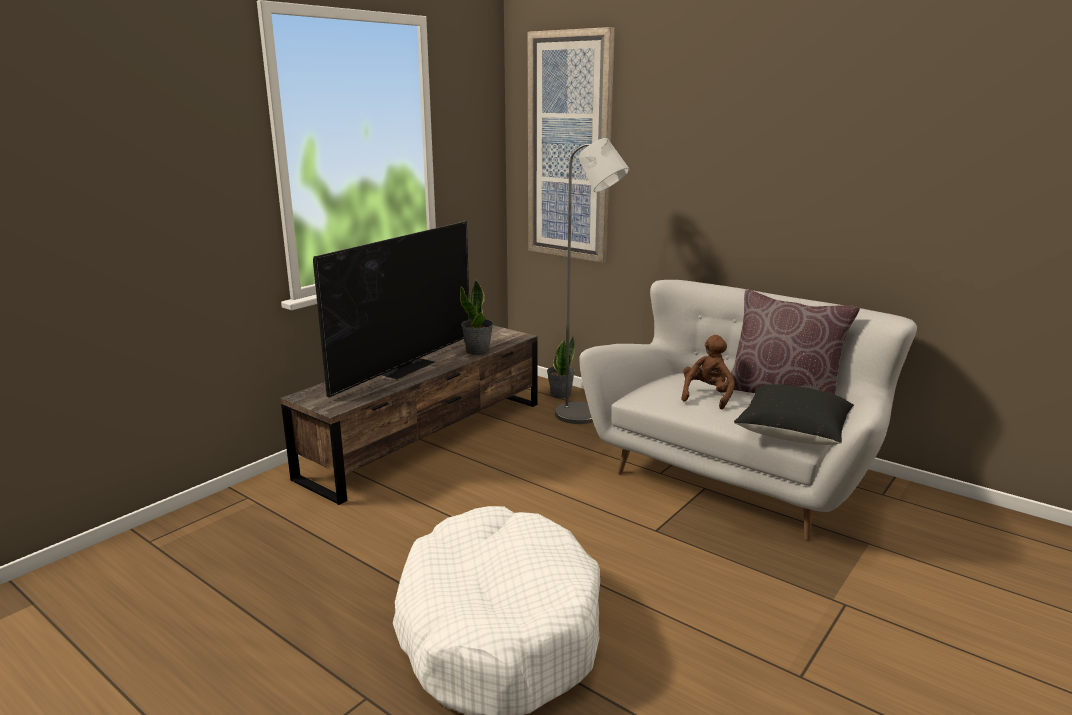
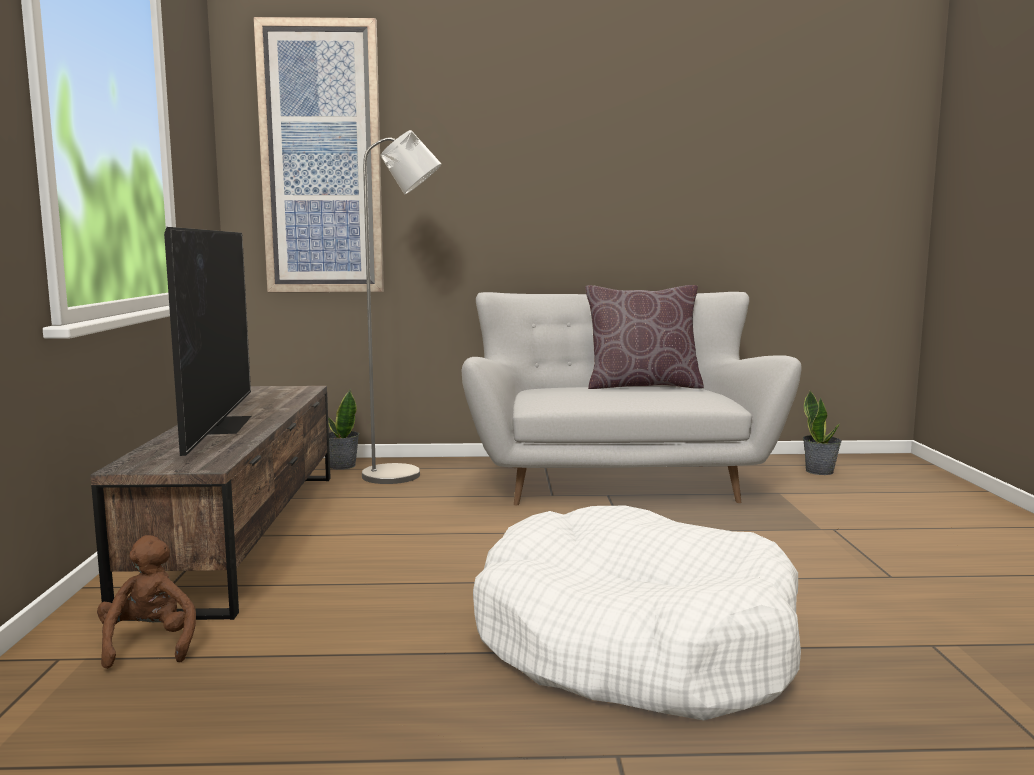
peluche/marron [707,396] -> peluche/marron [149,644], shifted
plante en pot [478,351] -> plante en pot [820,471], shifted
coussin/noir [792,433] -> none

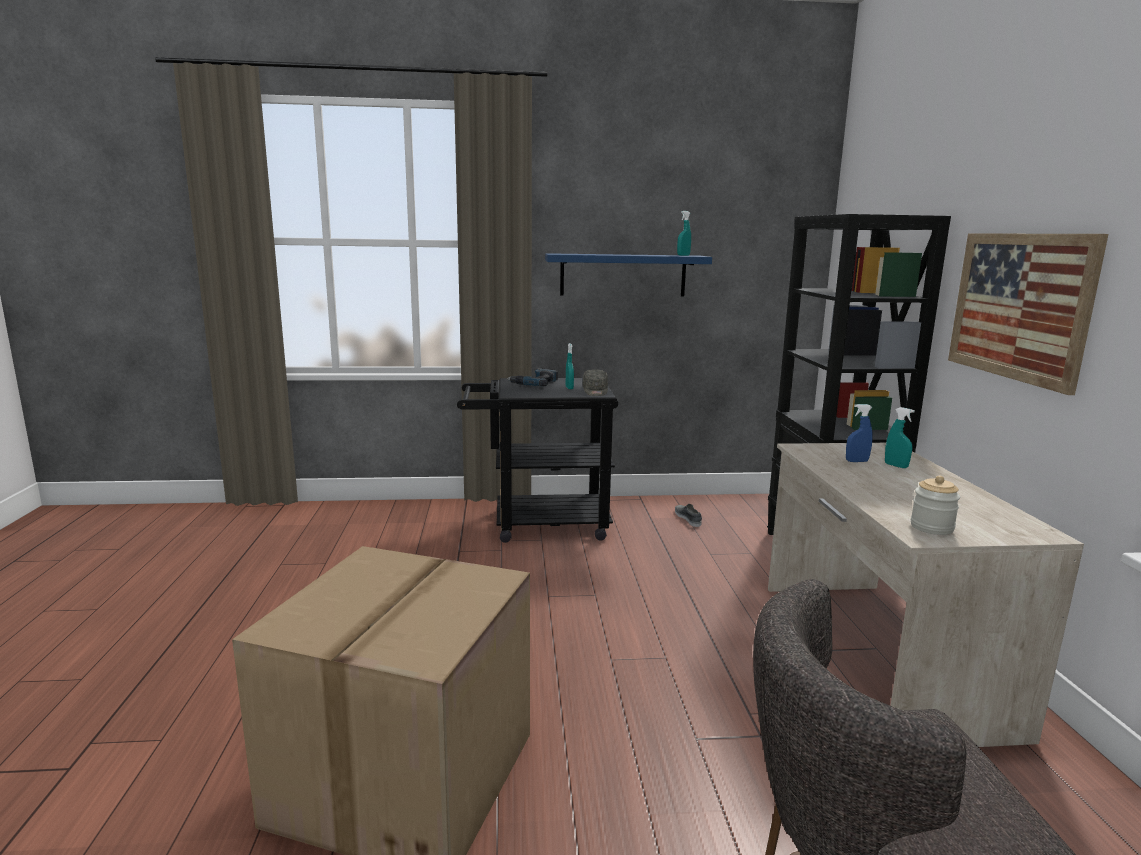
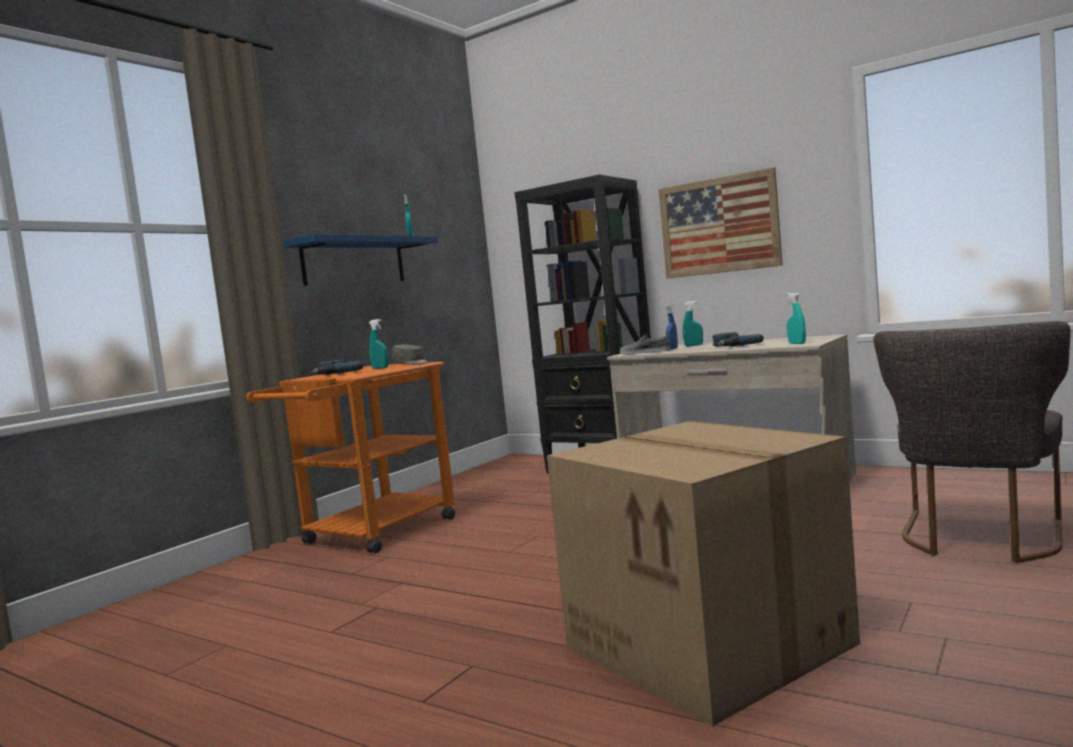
chariot/noir [539,524] -> chariot/orange [371,535]
chaussure/gris [688,518] -> chaussure/gris [645,352], shifted
none -> perceuse [731,346]
bocal [931,527] -> vaporisateur/turquoise [797,343]

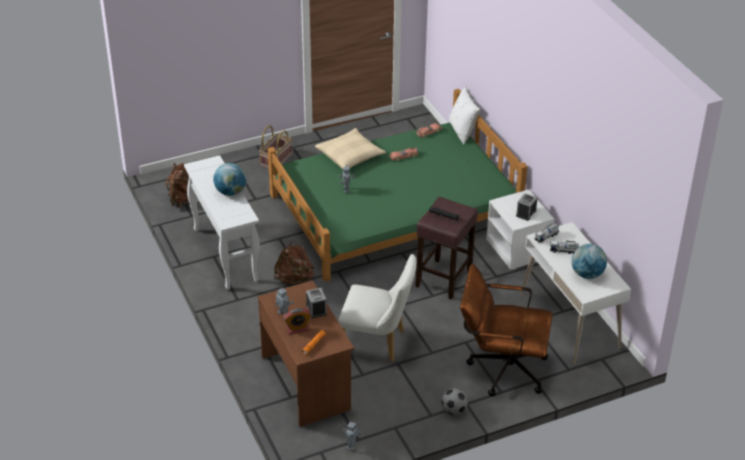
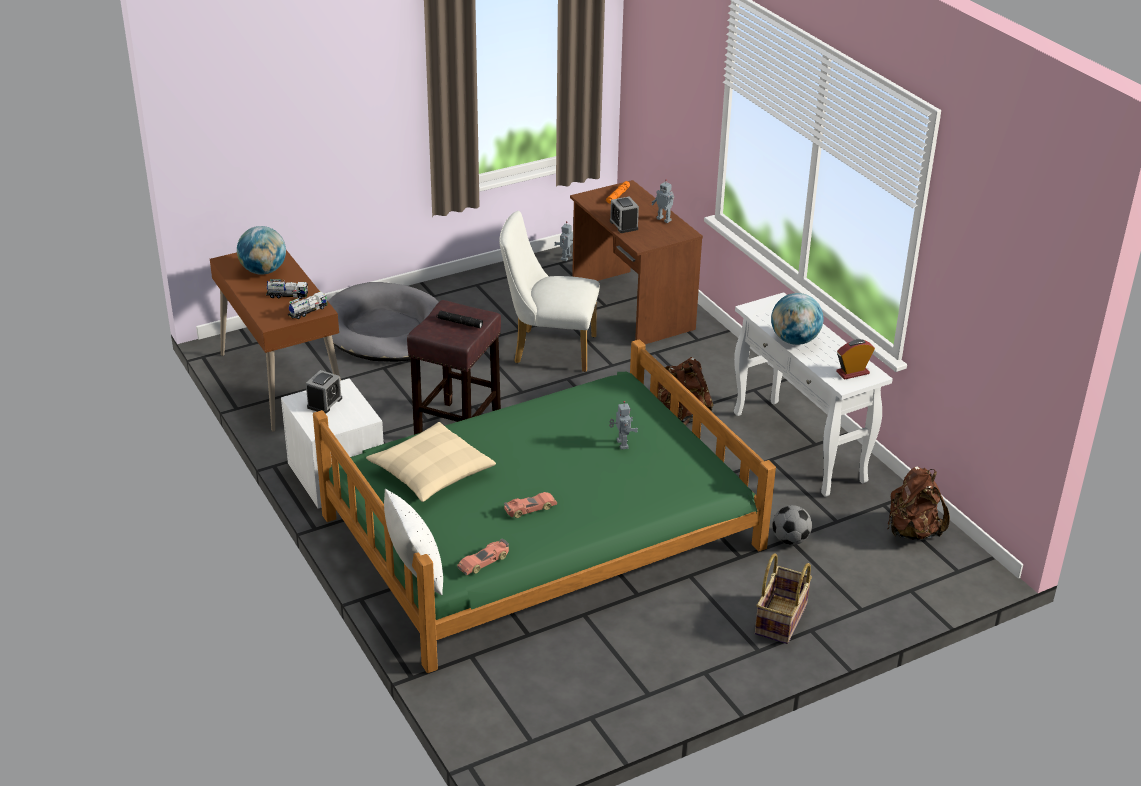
bureau/blanc [569,321] -> bureau/marron [281,382]
chaise de bureau/marron [501,368] -> panier pour chien/gris [386,329]
coussin/beige [350,155] -> coussin/beige [431,472], shifted
ballon de foot [454,410] -> ballon de foot [790,540], shifted
réveil [297,329] -> réveil [852,373], shifted

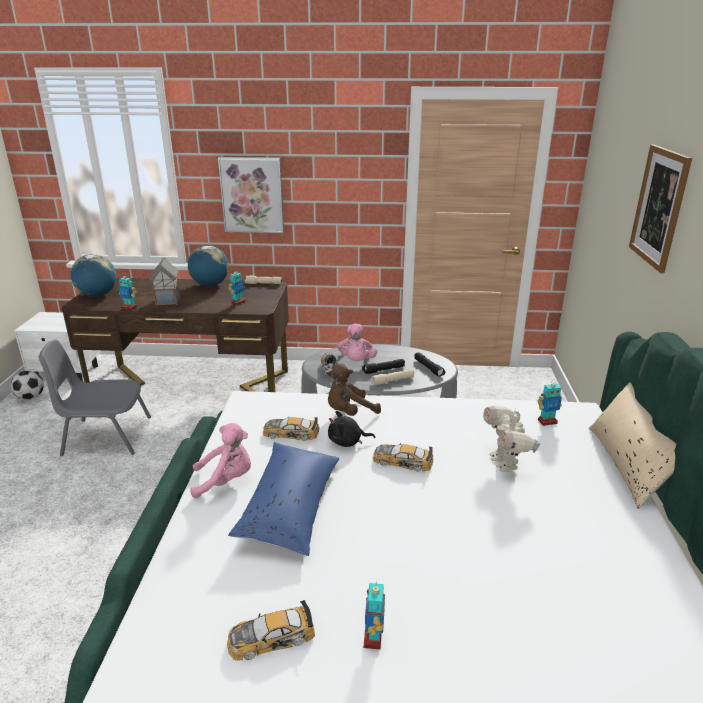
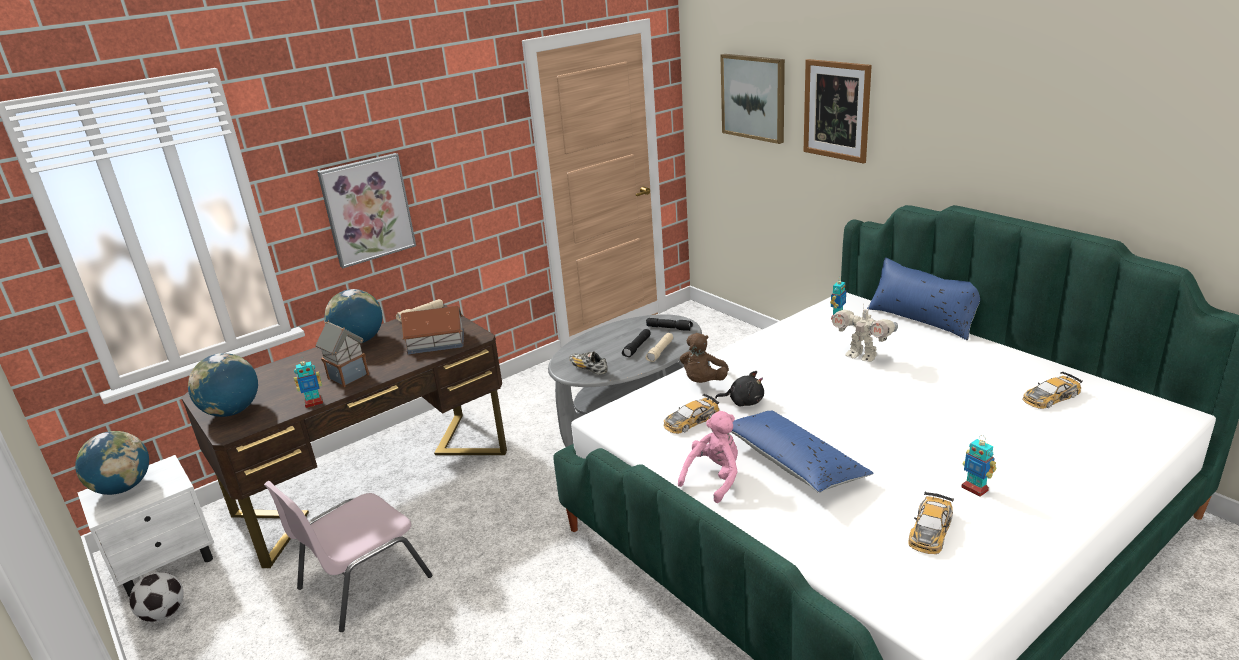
none -> globe [123,488]
chaise/gris [106,436] -> chaise/rose [361,583]
robot jouet [238,302] -> maison miniature [435,342]
peluche/noir [347,442] -> peluche/noir [743,401], 120 degrees counterclockwise
none -> tableau [753,97]
coussin/beige [627,465] -> coussin/bleu [922,319]
petite voiture [402,461] -> petite voiture [1050,397], shifted
peluche/rose [356,361] -> none

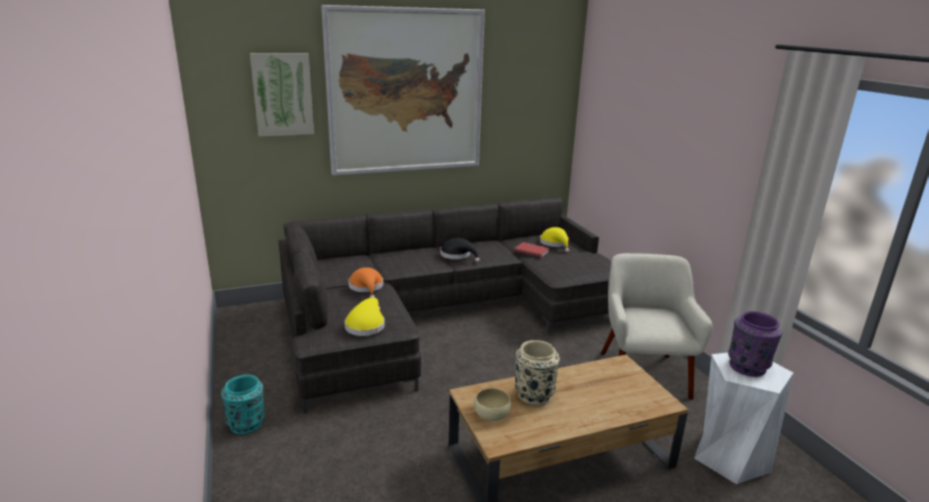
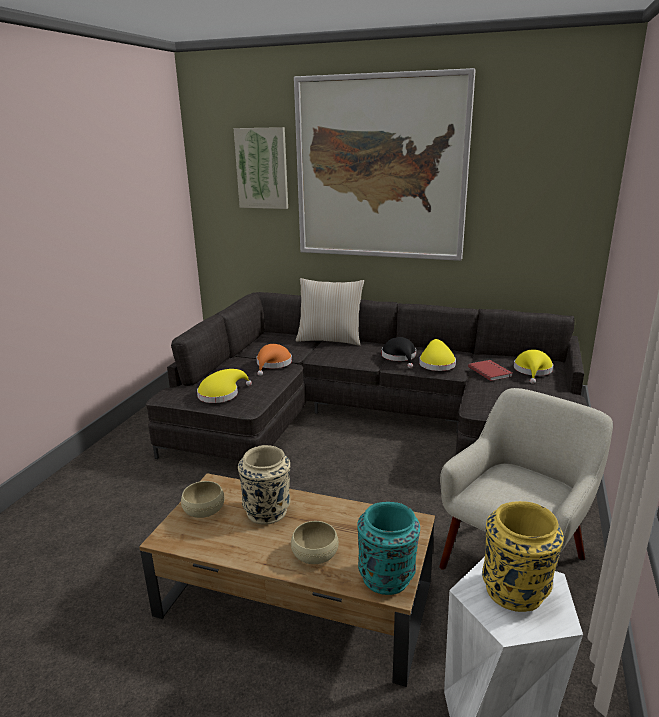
none -> bol/beige [314,553]
none -> coussin/beige [330,340]
vase/turquoise [247,424] -> vase/turquoise [387,577], shifted
none -> chapeau/jaune [436,363]
vase/violet [747,366] -> vase/jaune [516,590]

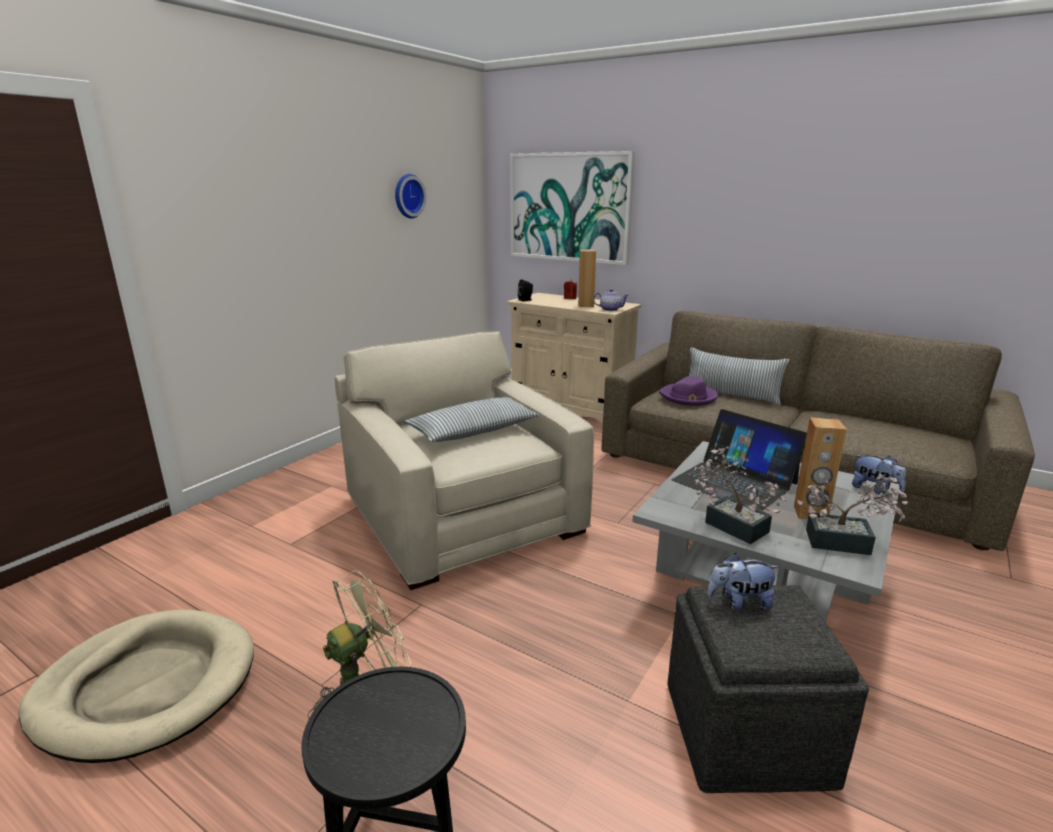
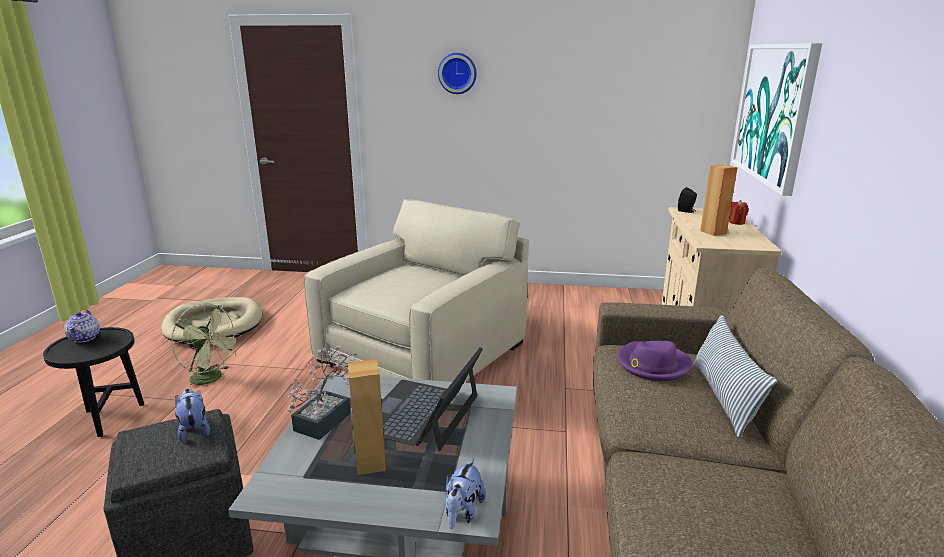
théière [610,309] -> théière [85,338], shifted
horloge murale [407,196] -> horloge murale [457,73], shifted
coussin [473,431] -> none
plante en pot [846,543] -> none

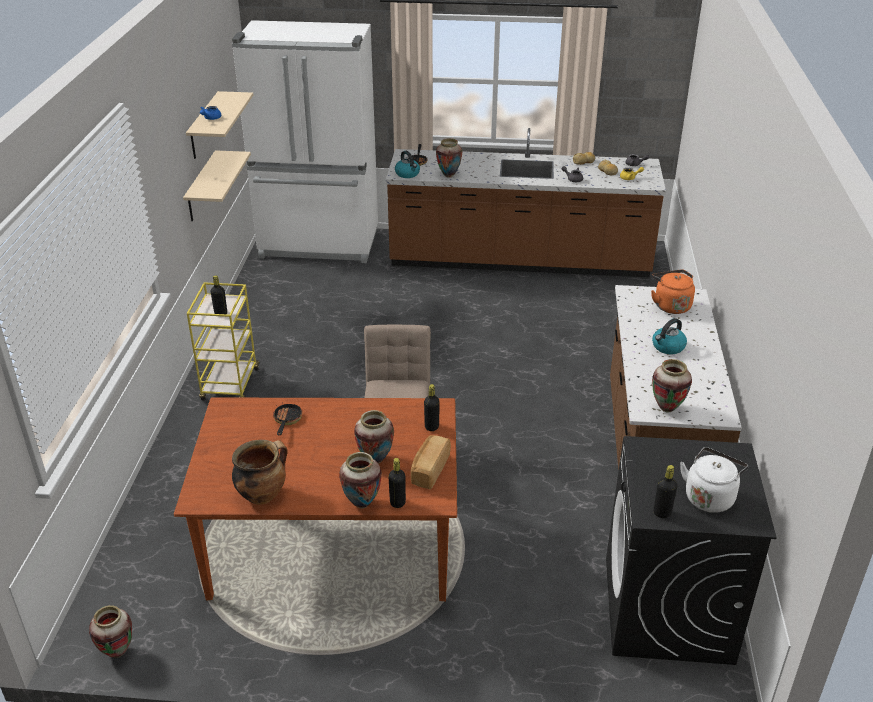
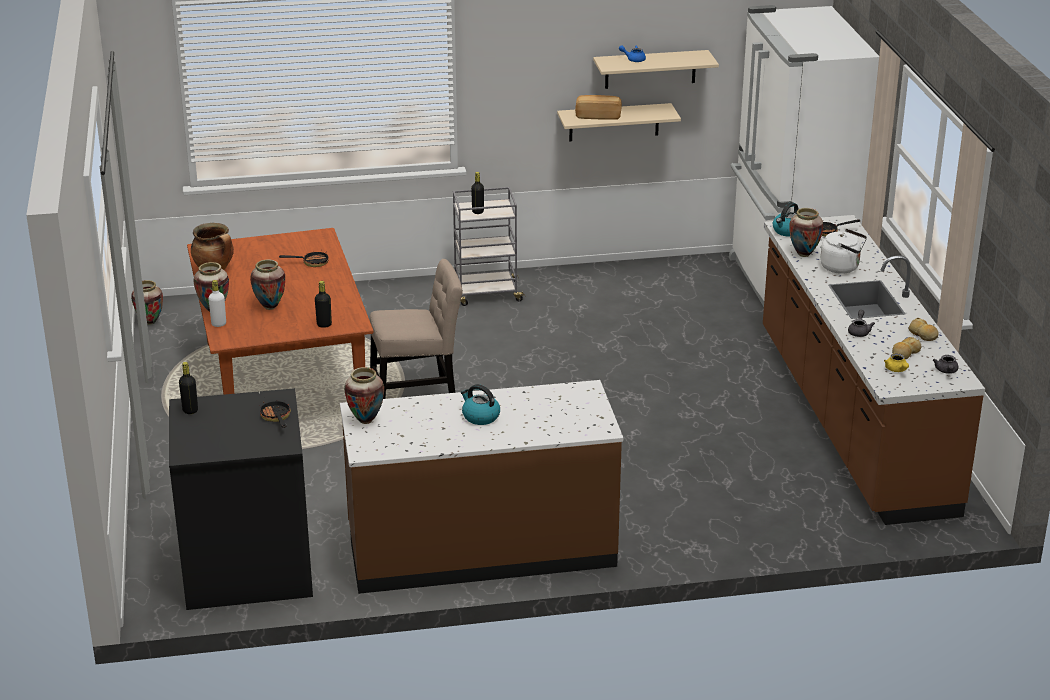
bouteille/noir [397,502] -> bouteille/blanc [219,324]
none -> poêle [276,418]
chariot/jaune [230,385] -> chariot/gris [486,293]
pain [429,470] -> pain [598,116], shifted
bouilloire/blanc [710,497] -> bouilloire/blanc [842,267], shifted
bouilloire/orange [670,305] -> none

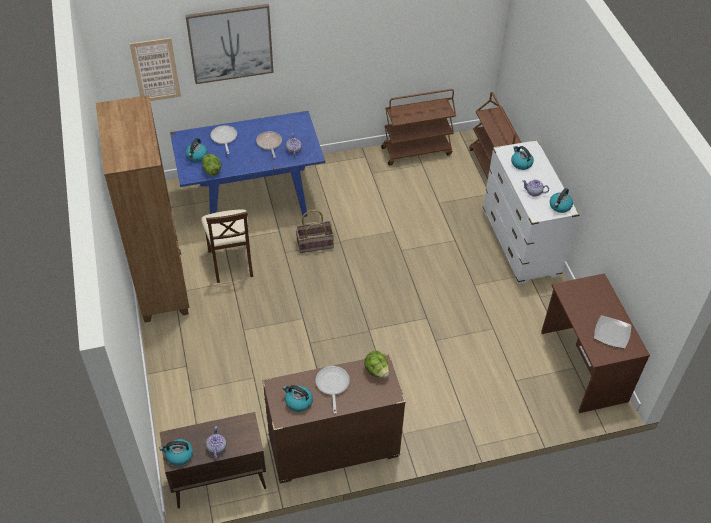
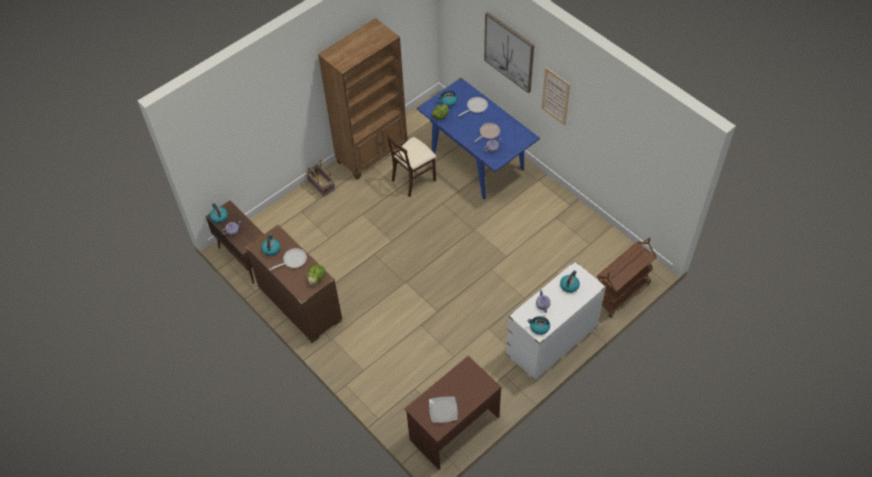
panier [315,243] -> panier [322,185], shifted
tableau [155,70] -> tableau [555,96], shifted
chariot/marron [416,151] -> none

